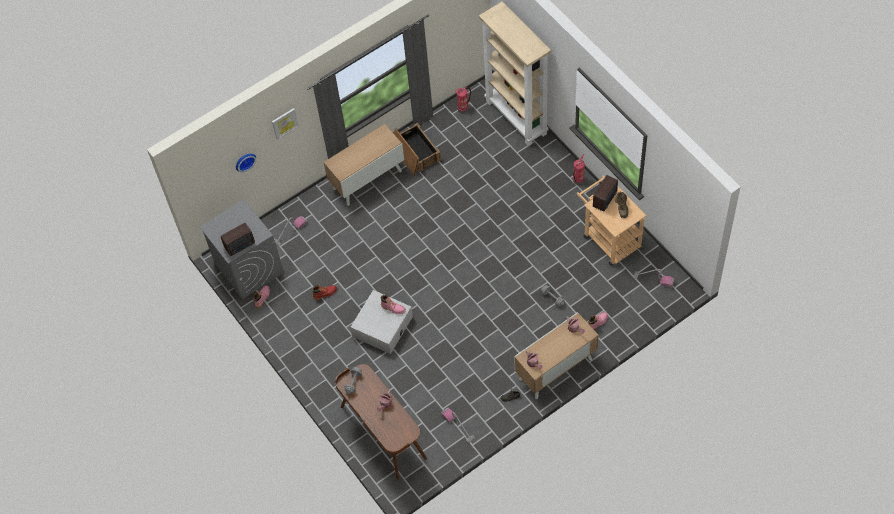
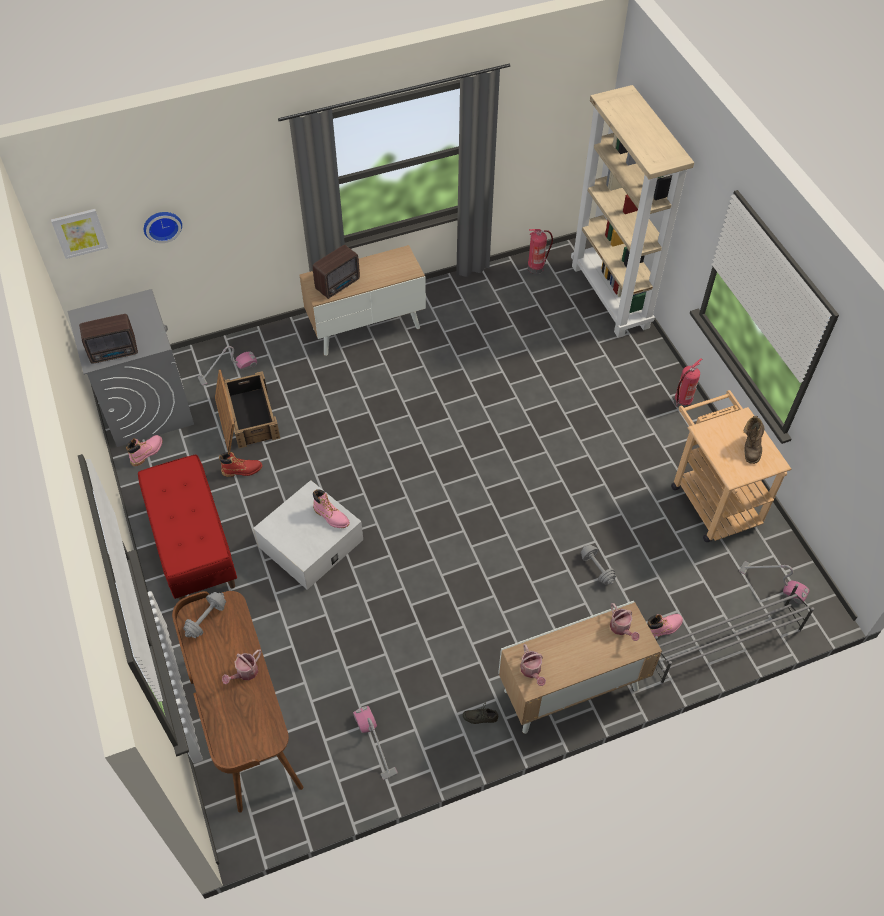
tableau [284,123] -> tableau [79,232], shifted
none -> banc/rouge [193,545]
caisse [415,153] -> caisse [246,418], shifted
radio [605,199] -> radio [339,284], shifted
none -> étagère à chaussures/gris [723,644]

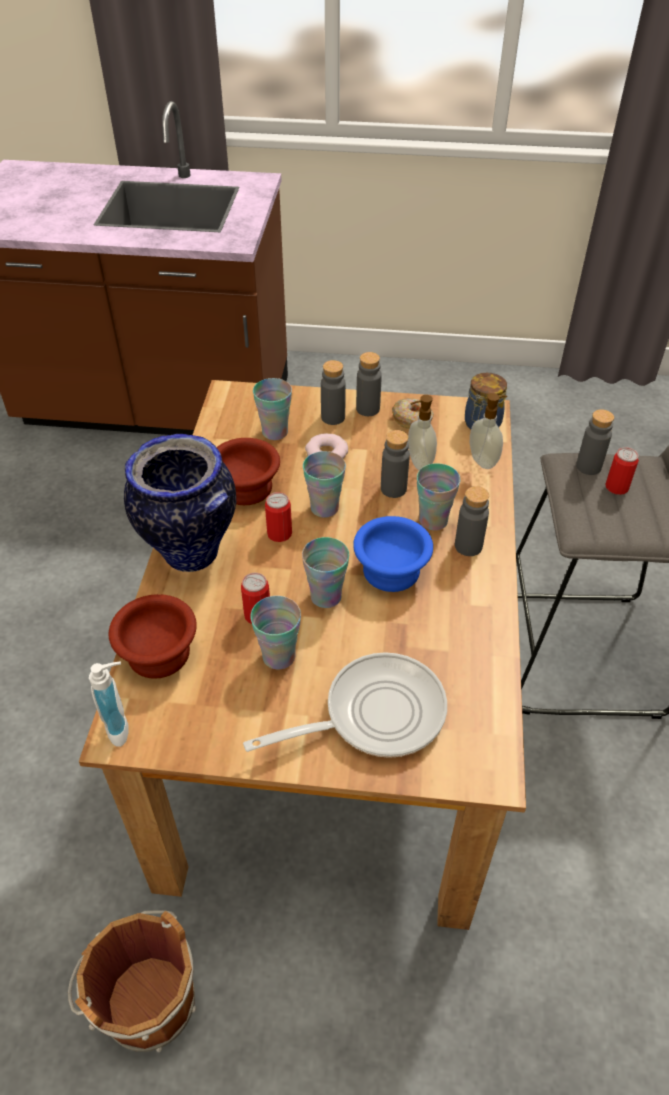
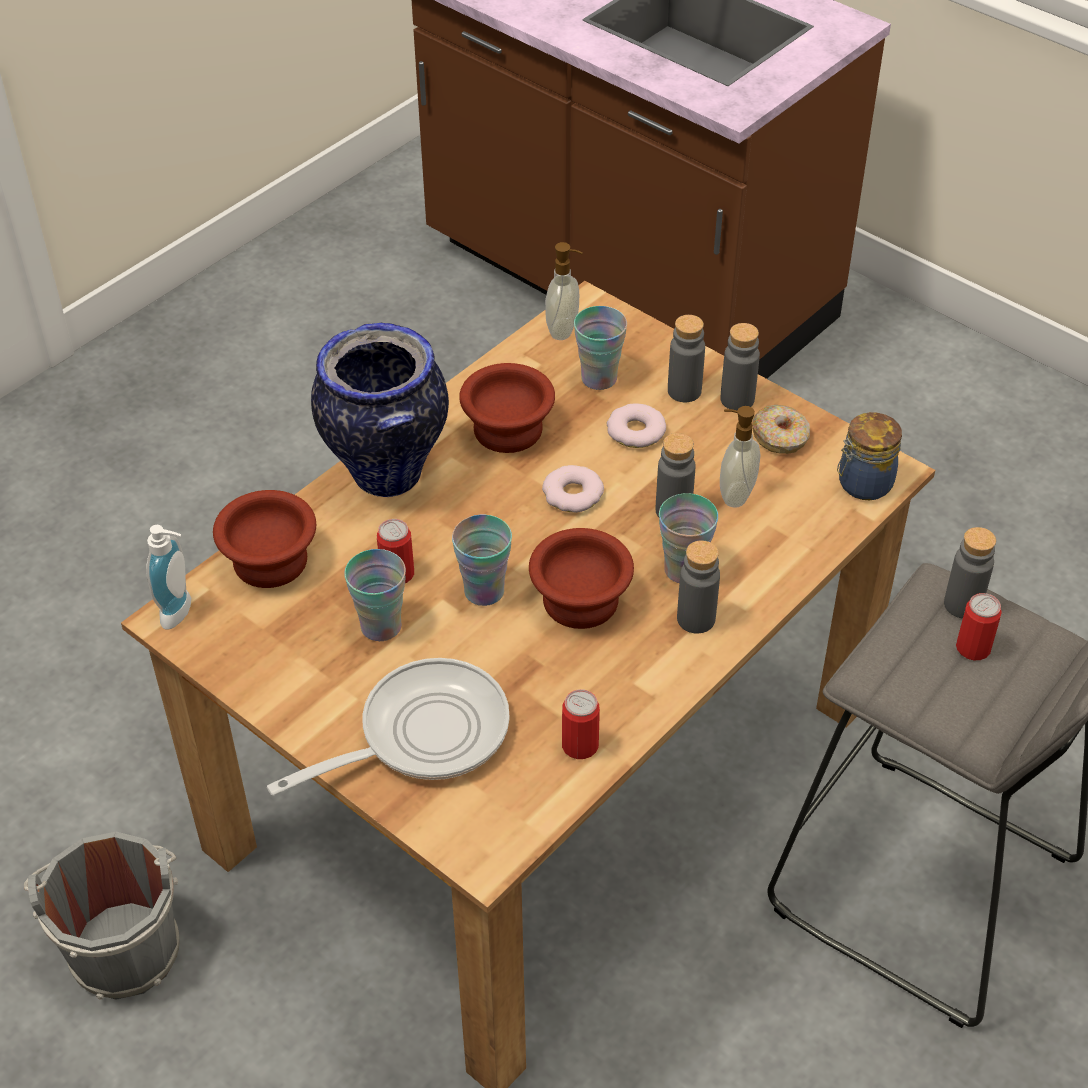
seau/marron [146,999] -> seau/gris [124,947]
poêle [374,714] -> poêle [422,734], 45 degrees counterclockwise
bol/bleu [389,572] -> bol/marron [577,601]
tasse [324,508] -> beignet [573,494]
distributeur de savon [484,460] -> distributeur de savon [564,329], shifted
boîte métallique [279,533] -> boîte métallique [580,745], shifted

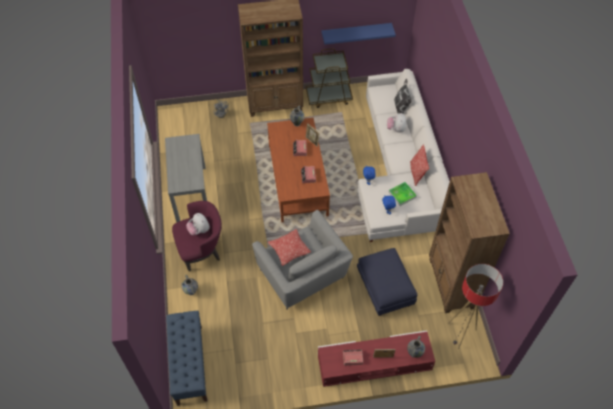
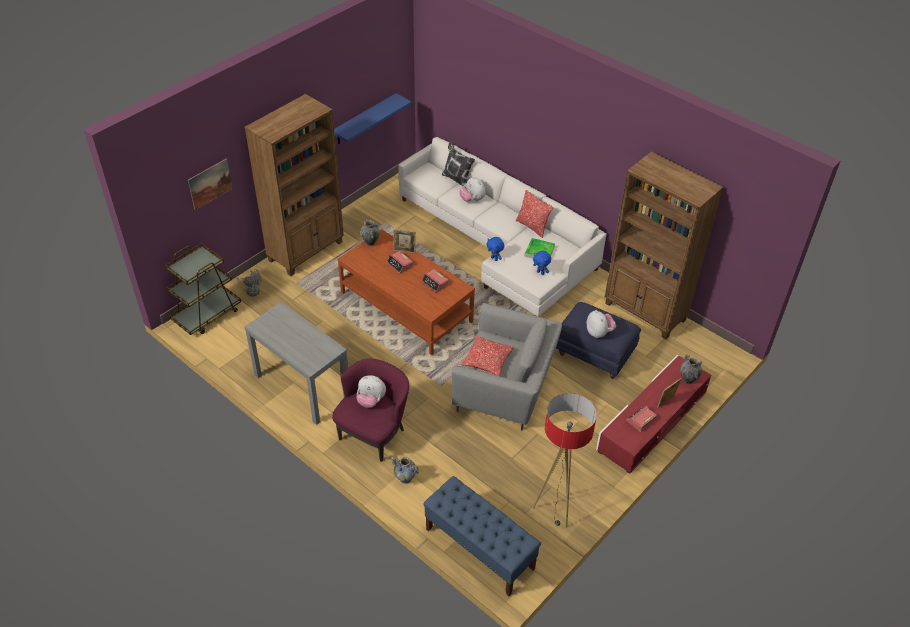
chariot/marron [329,97] -> chariot/marron [207,314], shifted
none -> tableau [210,184]
lampadaire [460,334] -> lampadaire [555,510], shifted
none -> peluche [599,333]

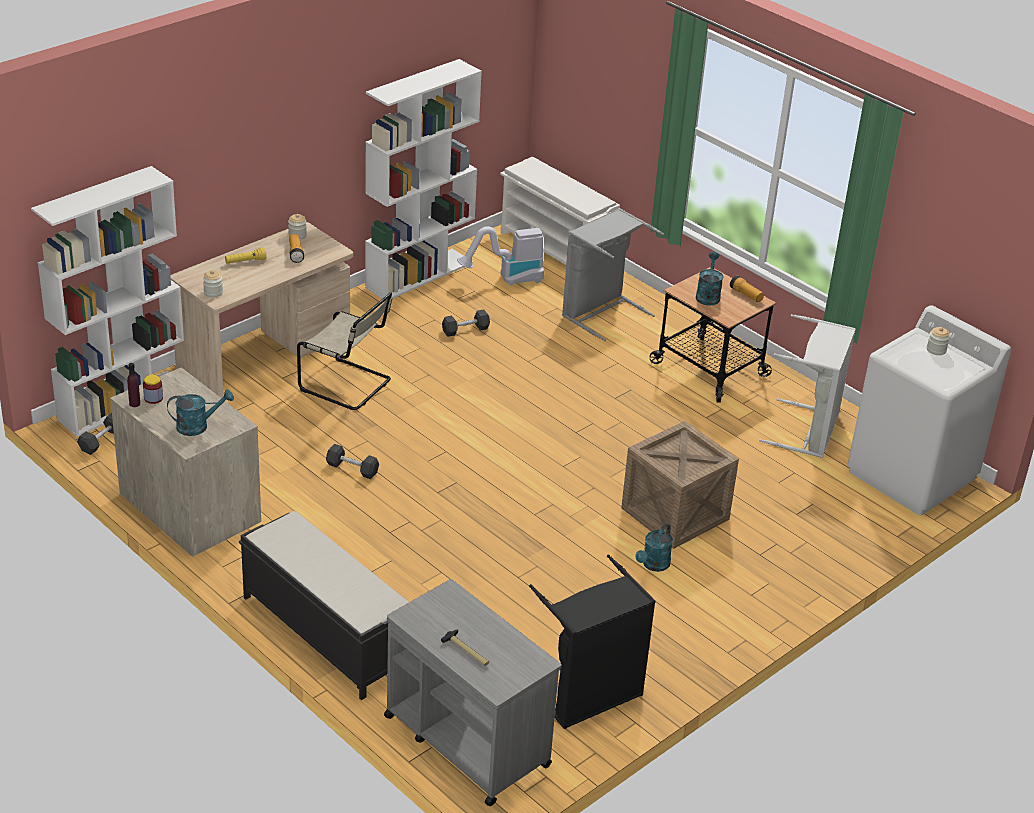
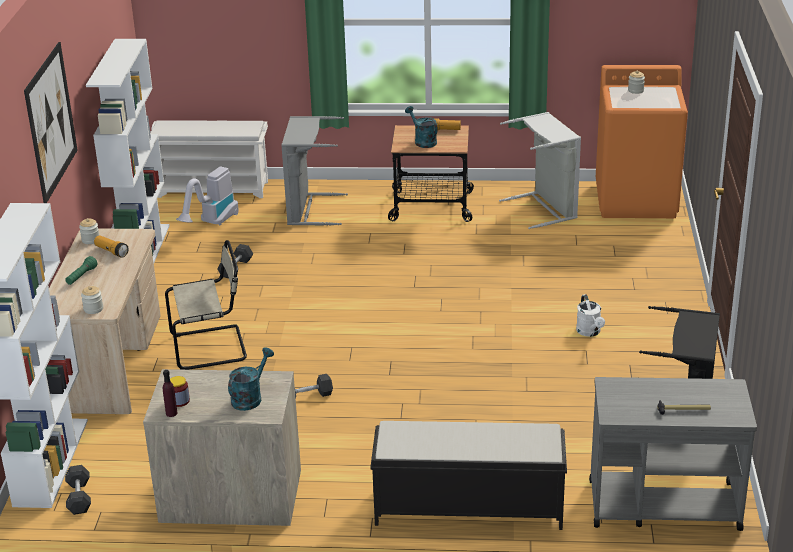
none -> tableau [51,122]
lampe de poche/jaune [245,262] -> lampe de poche/vert [81,277]
arrosoir/turquoise [653,565] -> arrosoir/blanc [590,332]
lave-linge/blanc [912,475] -> lave-linge/orange [636,200]
caisse [675,513] -> none

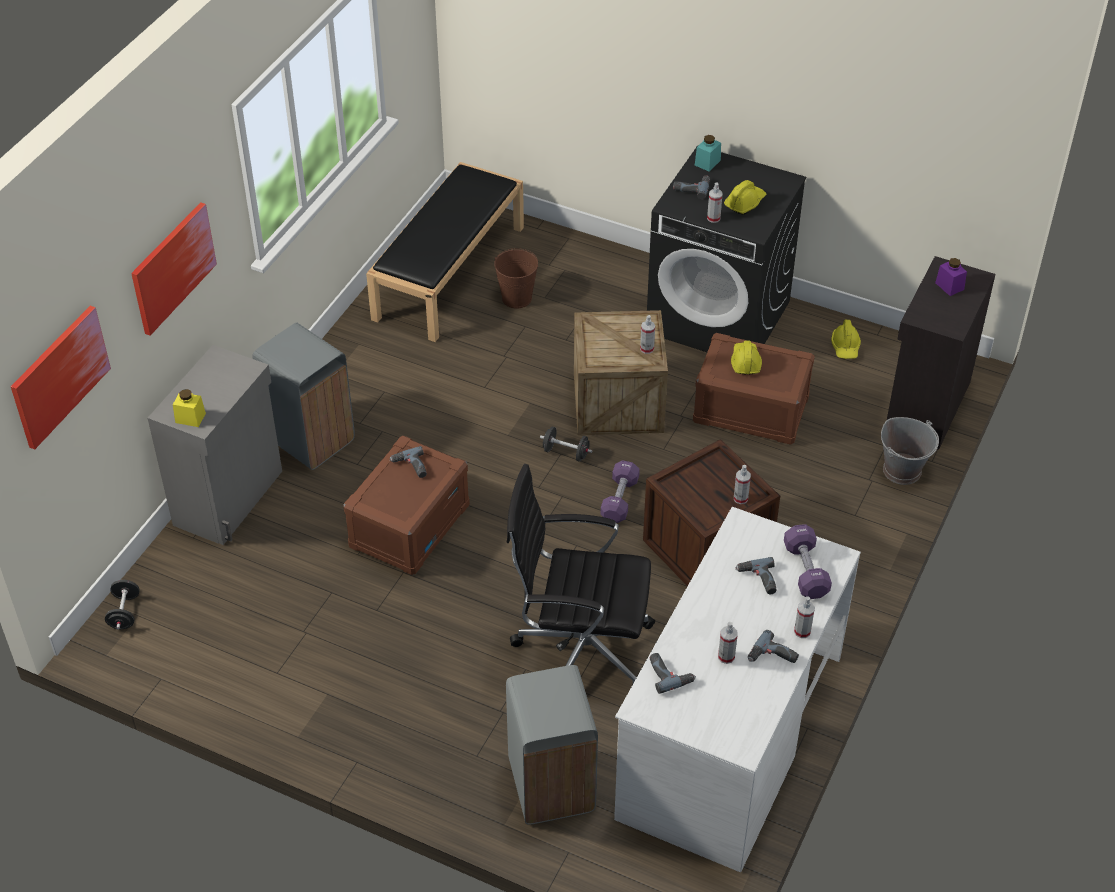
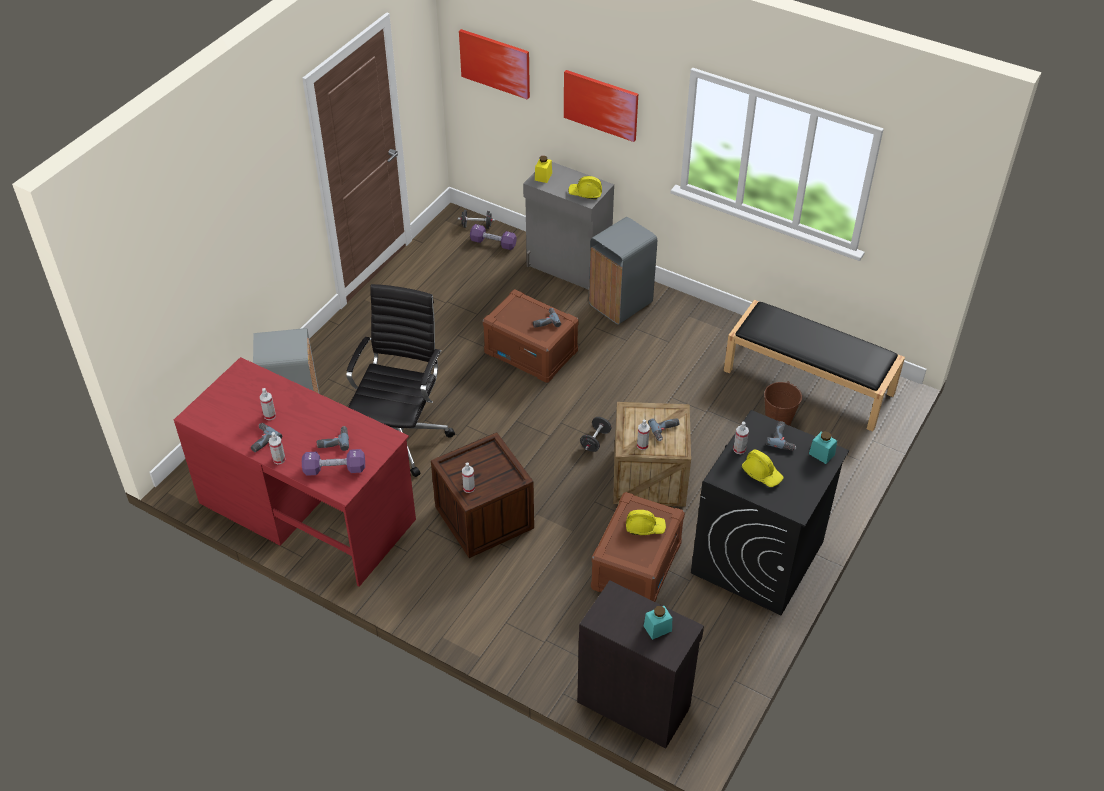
bureau/blanc [729,736] -> bureau/rouge [307,510]
haltère/violet [619,499] -> haltère/violet [493,243], shifted
casque de chantier/jaune [845,347] -> casque de chantier/jaune [585,193], shifted
bocal/violet [949,286] -> bocal/turquoise [657,628]
perceuse [669,673] -> perceuse [665,431], shifted
seau/gris [902,470] -> none

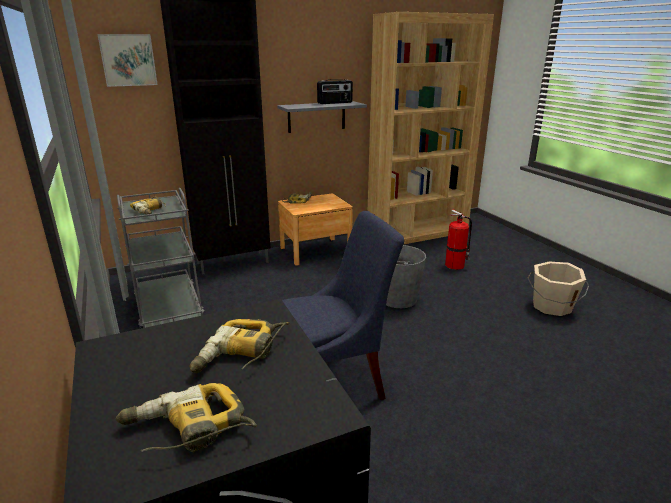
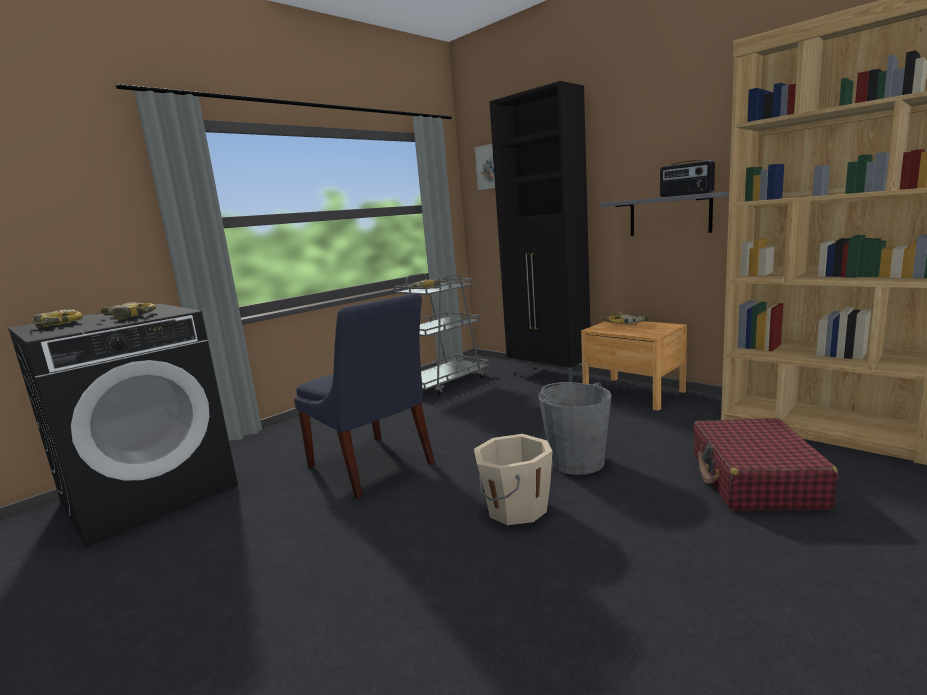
seau/beige [551,306] -> seau/beige [515,508], shifted
extincteur [455,265] -> valise/rouge [755,480]

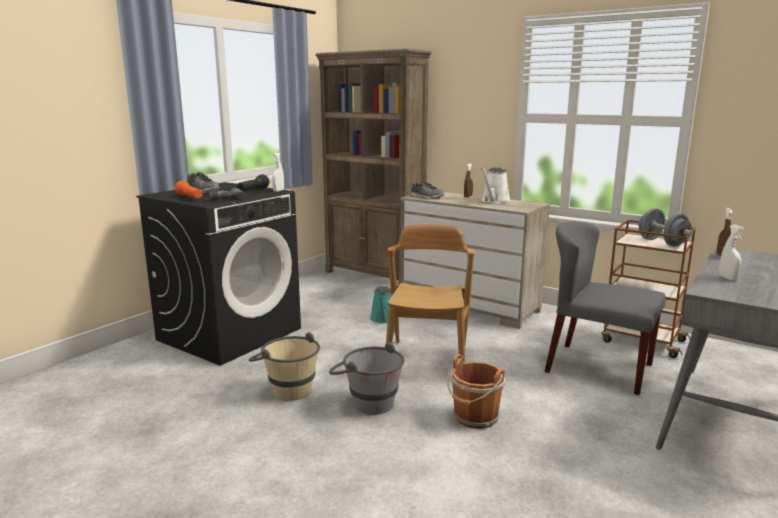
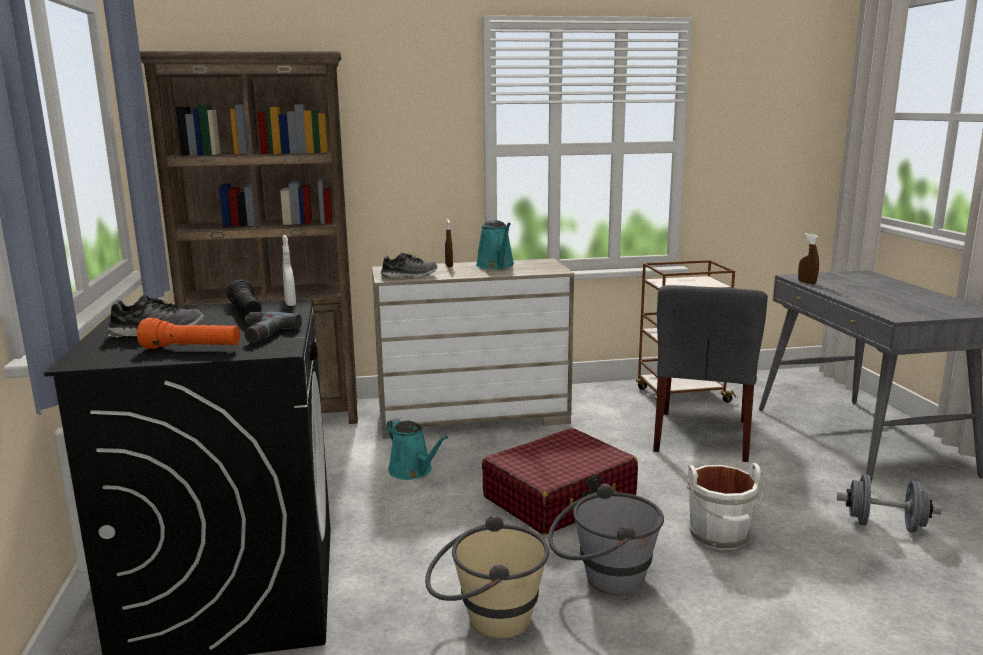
arrosoir/blanc [494,201] -> arrosoir/turquoise [496,266]
chaise/marron [427,360] -> valise/rouge [560,498]
chaise/gris [598,368] -> chaise/gris [702,436], 60 degrees counterclockwise
seau/marron [475,418] -> seau/blanc [720,537]
haltère/gris [662,243] -> haltère/gris [884,525], shifted
vaporisateur/blanc [727,278] -> none

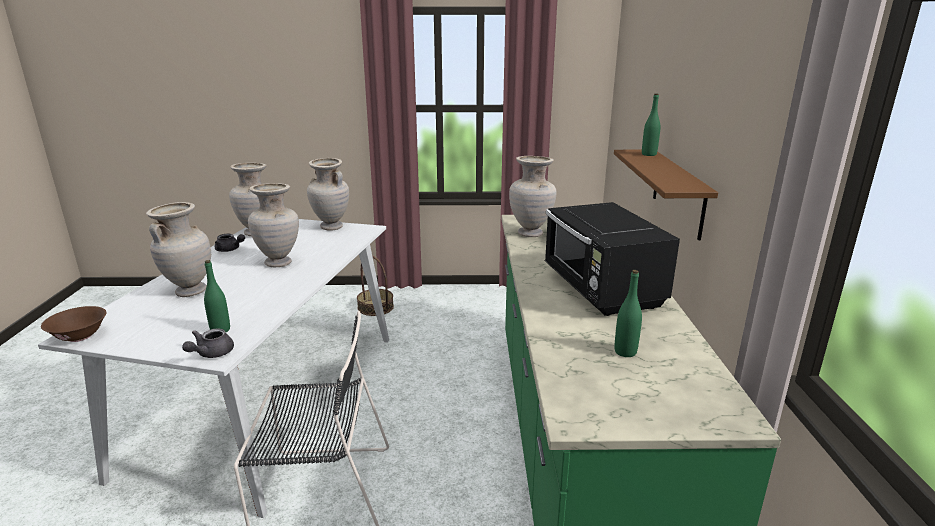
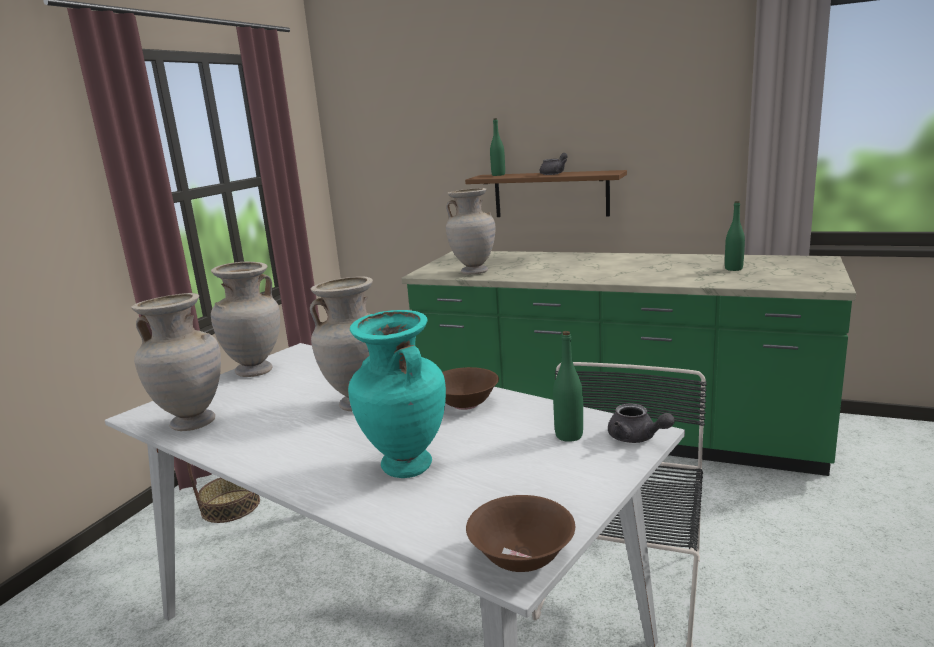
vase/beige [190,291] -> vase/turquoise [405,467]
none -> bol/marron [465,404]
théière/gris [230,250] -> théière/gris [554,173], shifted
micro-ondes/noir [601,290] -> none

